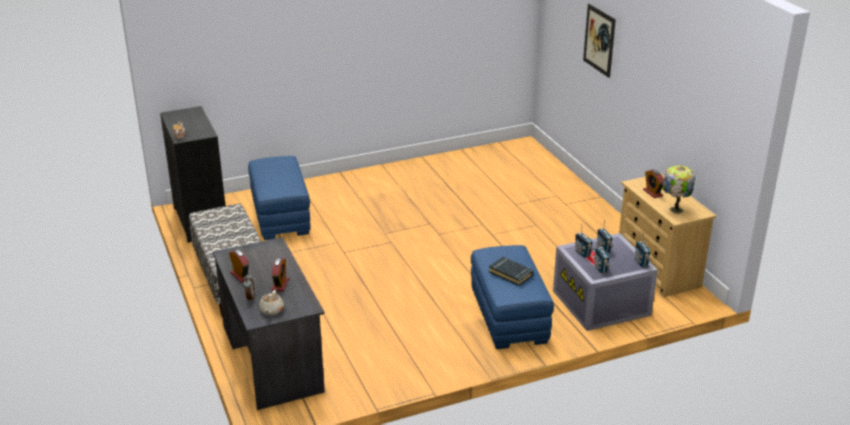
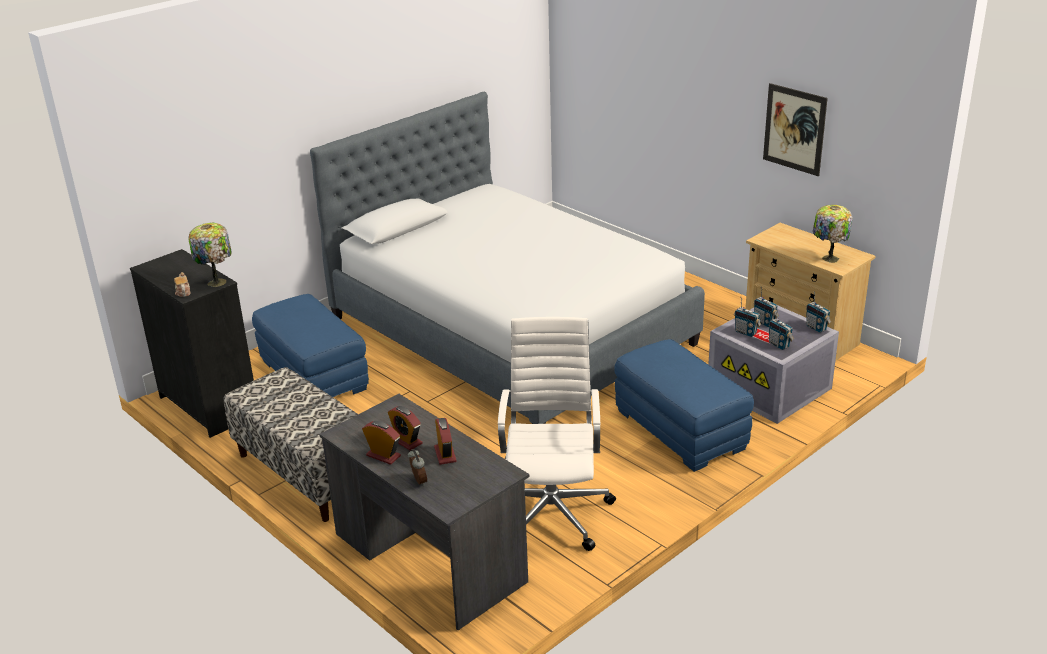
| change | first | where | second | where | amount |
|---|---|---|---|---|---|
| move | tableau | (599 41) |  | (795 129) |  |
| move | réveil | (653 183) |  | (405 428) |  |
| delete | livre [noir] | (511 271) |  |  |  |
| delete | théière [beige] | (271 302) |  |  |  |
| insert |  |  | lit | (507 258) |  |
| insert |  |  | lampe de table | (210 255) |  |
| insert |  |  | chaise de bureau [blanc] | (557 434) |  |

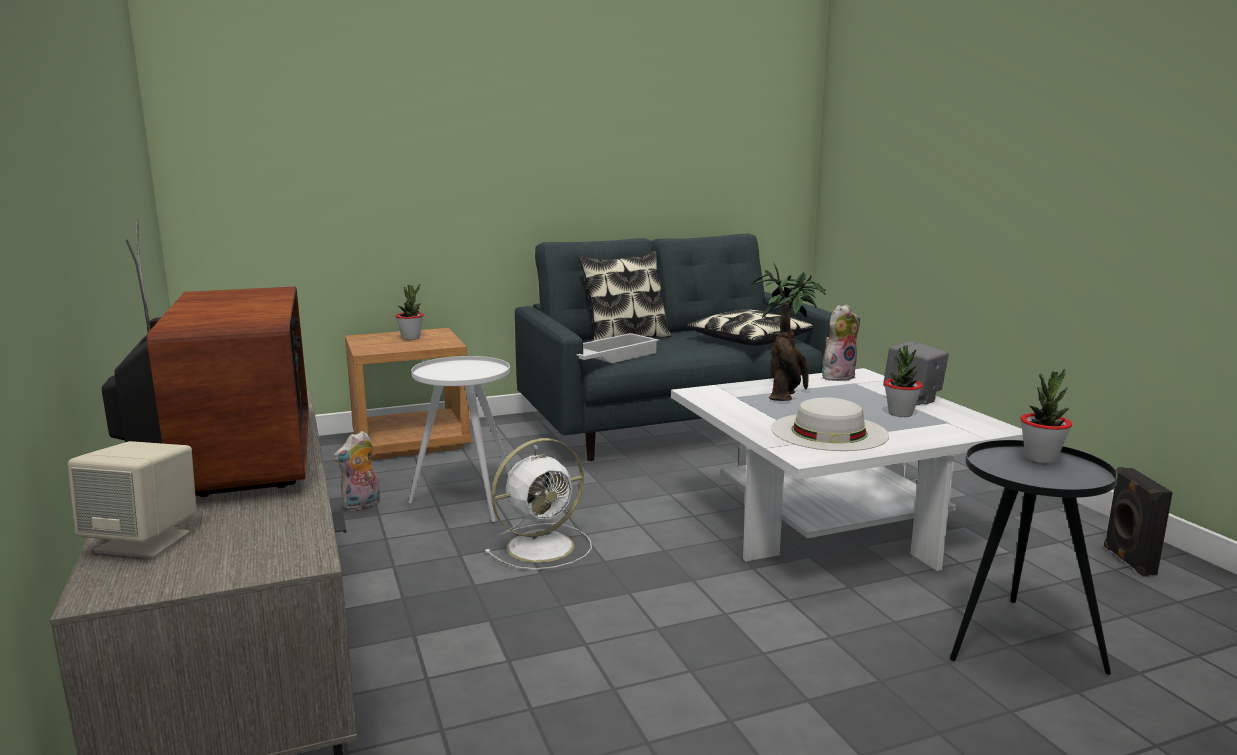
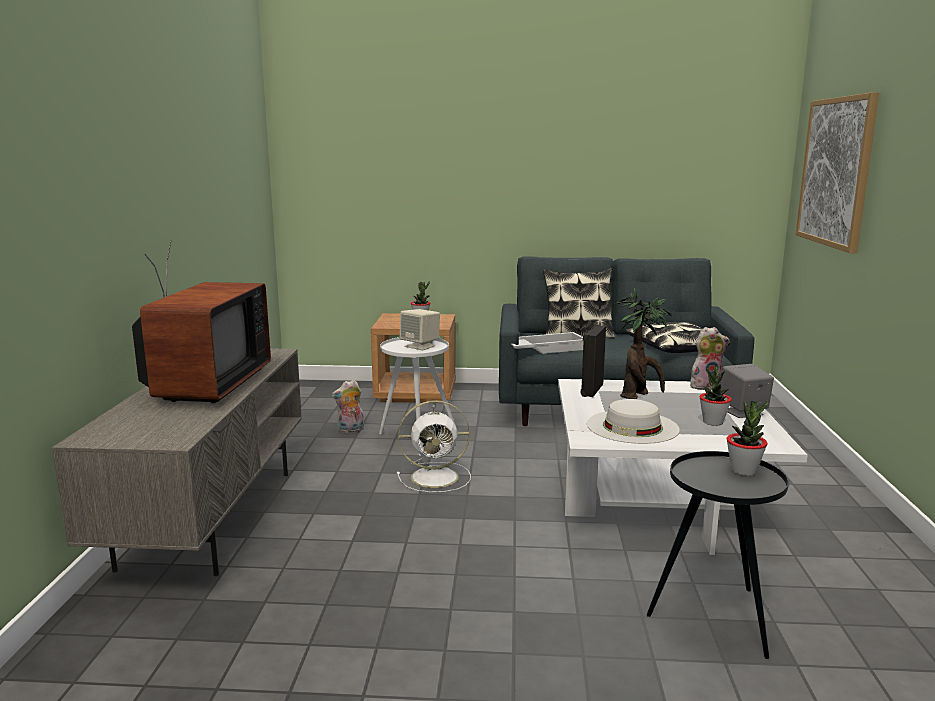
| change | first | where | second | where | amount |
|---|---|---|---|---|---|
| move | enceinte [beige] | (132 499) |  | (420 329) |  |
| move | enceinte [noir] | (1138 522) |  | (593 360) |  |
| insert |  |  | tableau | (837 172) |  |

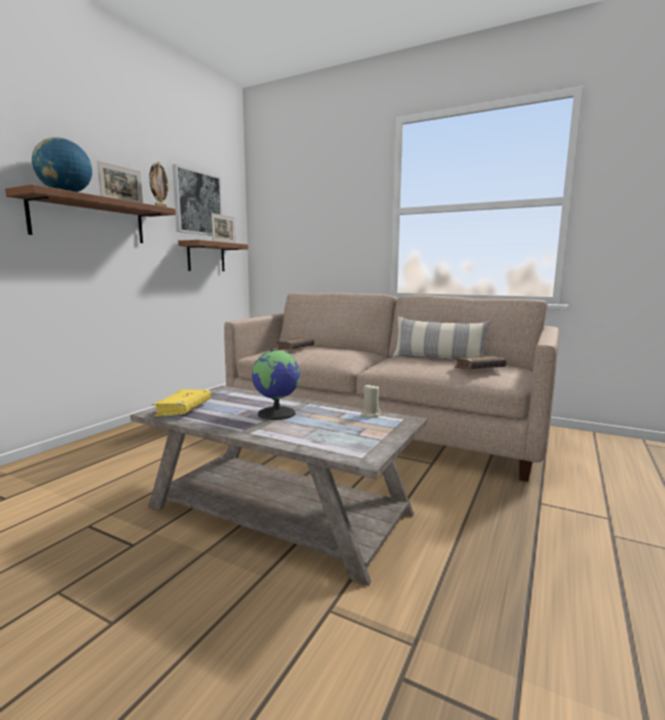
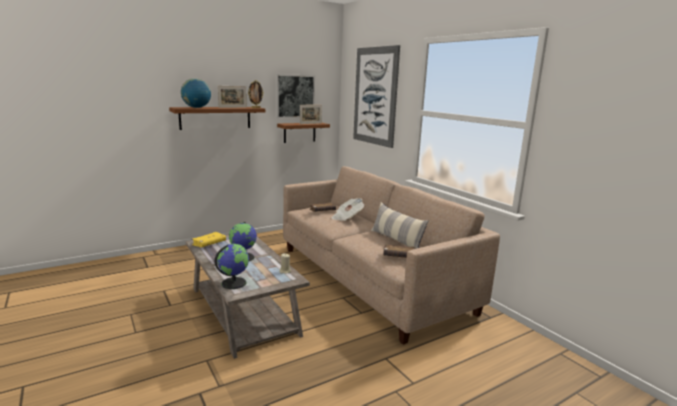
| change | first | where | second | where | amount |
|---|---|---|---|---|---|
| insert |  |  | tableau | (376 96) |  |
| insert |  |  | journal | (347 209) |  |
| insert |  |  | globe | (231 266) |  |

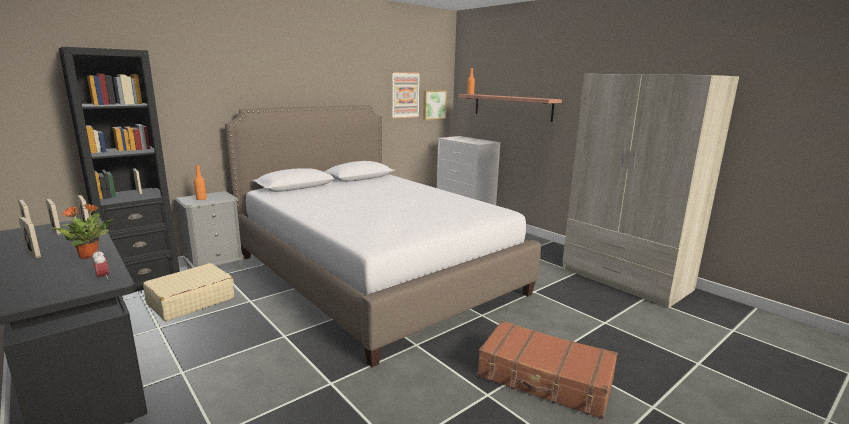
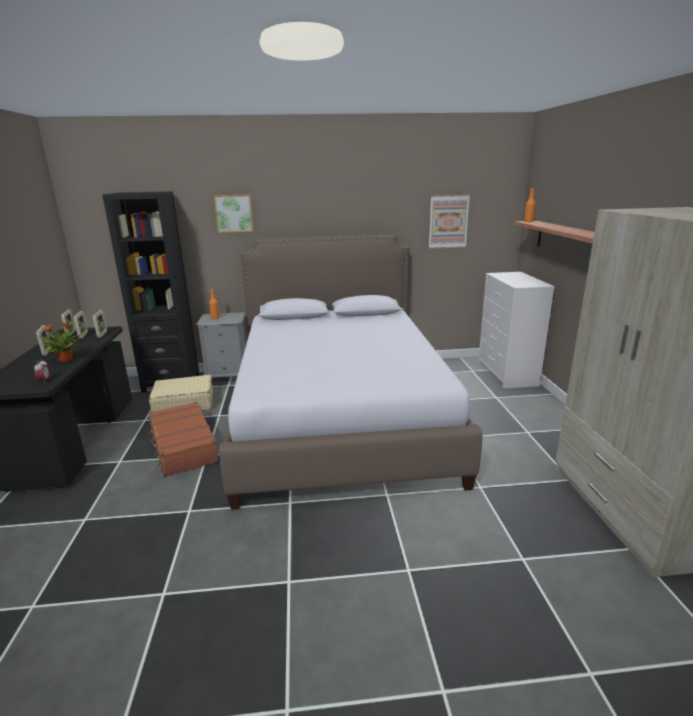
| change | first | where | second | where | amount |
|---|---|---|---|---|---|
| move | tableau | (435 105) |  | (234 213) |  |
| move | valise [marron] | (547 369) |  | (184 439) |  |

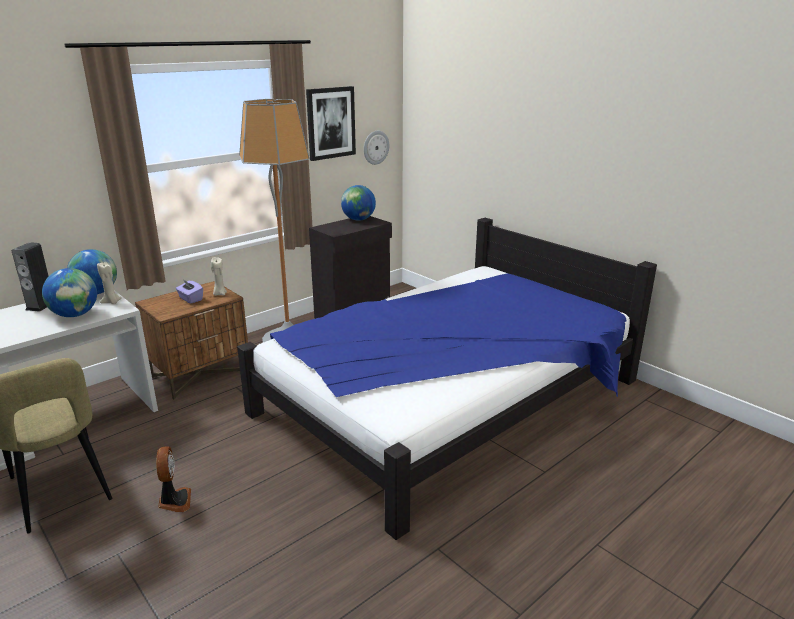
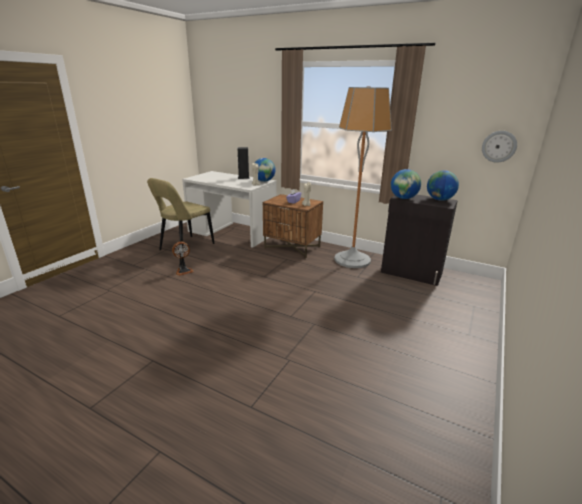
| change | first | where | second | where | amount |
|---|---|---|---|---|---|
| delete | tableau | (331 123) |  |  |  |
| delete | lit | (447 379) |  |  |  |
| move | globe | (69 292) |  | (406 184) |  |

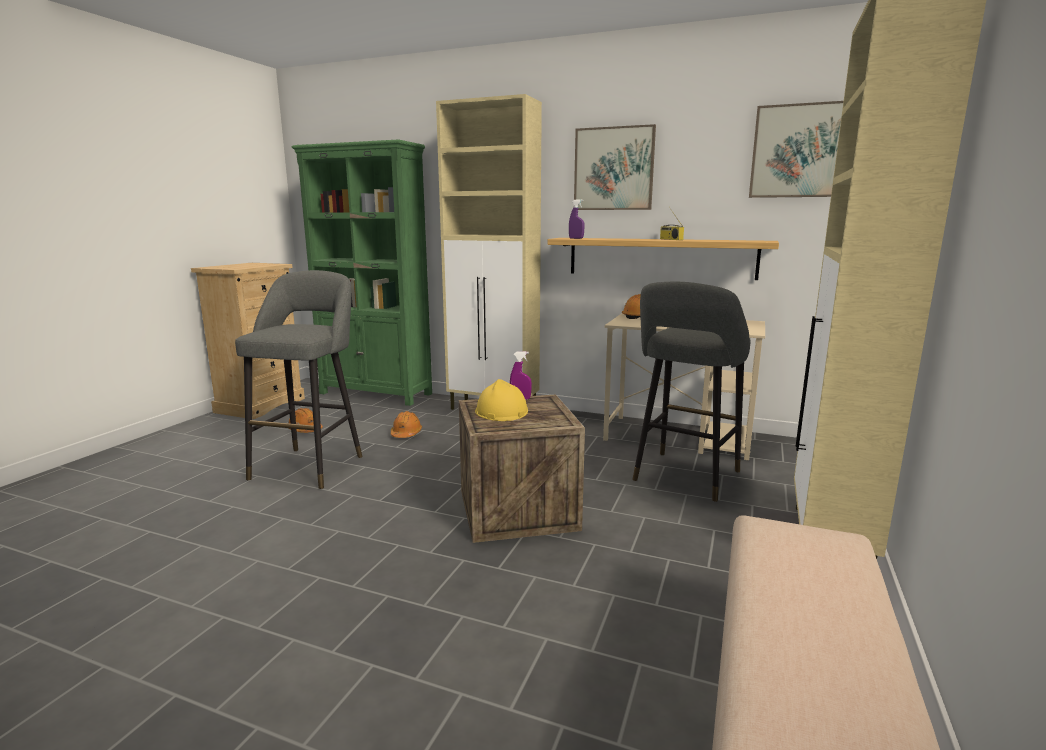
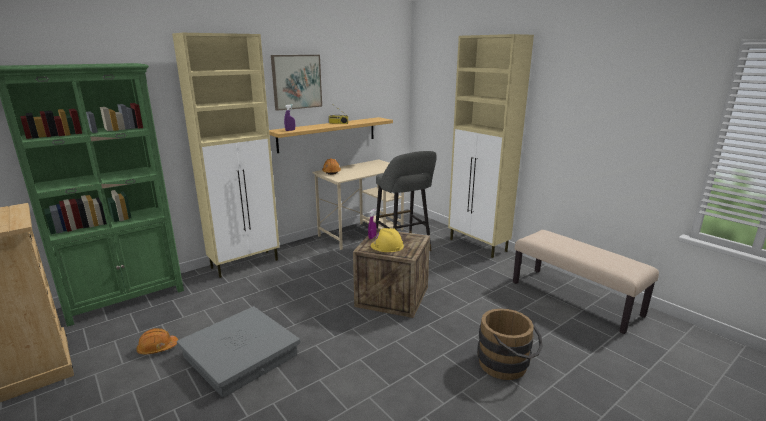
| change | first | where | second | where | amount |
|---|---|---|---|---|---|
| delete | tableau | (796 149) |  |  |  |
| replace | tabouret [gris] | (299 379) | boîte de rangement [gris] | (238 352) |  |
| delete | casque de chantier [orange] | (406 424) |  |  |  |
| insert |  |  | seau [marron] | (510 344) |  |

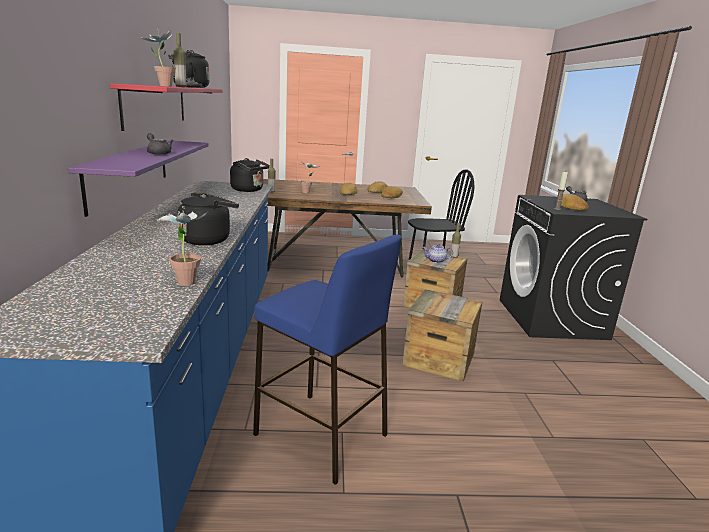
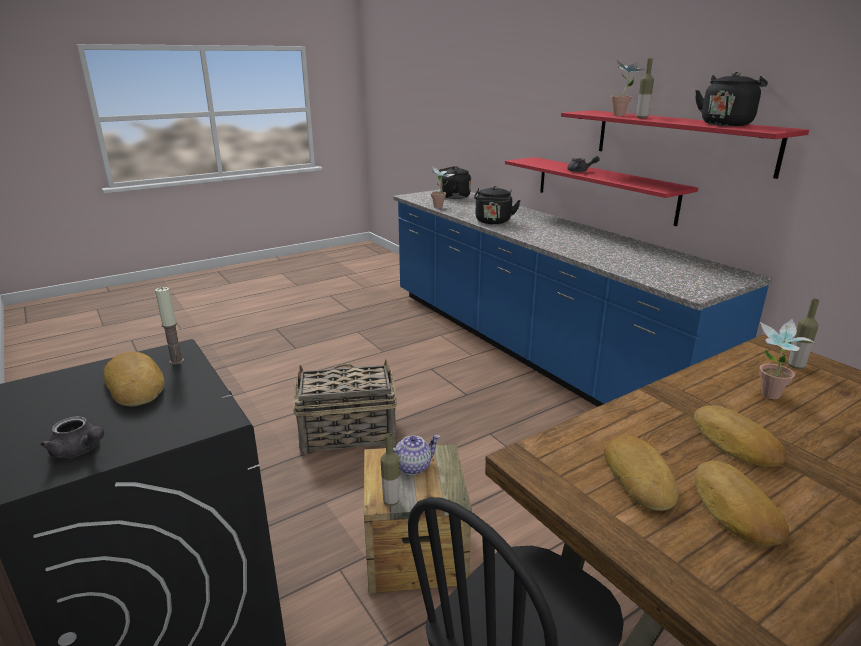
| change | first | where | second | where | amount |
|---|---|---|---|---|---|
| recolor | étagère [violet] | (138 178) | étagère [rouge] | (601 191) |  |
| move | bouilloire [noir] | (250 175) |  | (455 182) |  |
| delete | tabouret [bleu] | (327 360) |  |  |  |
| replace | caisse | (442 335) | panier | (345 407) |  |

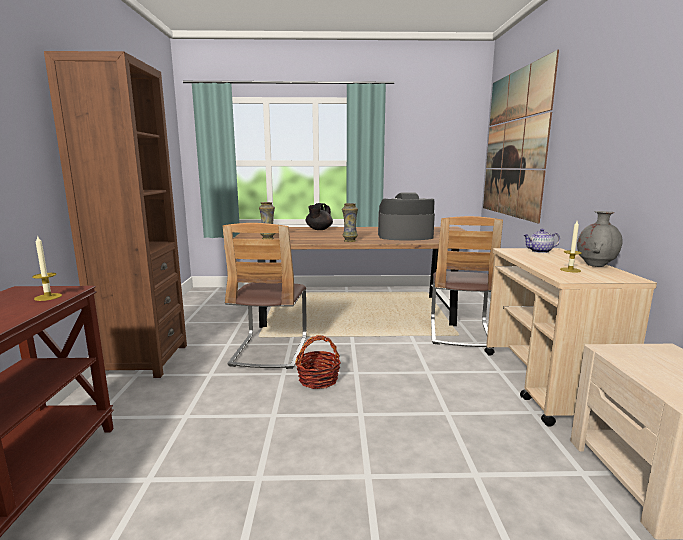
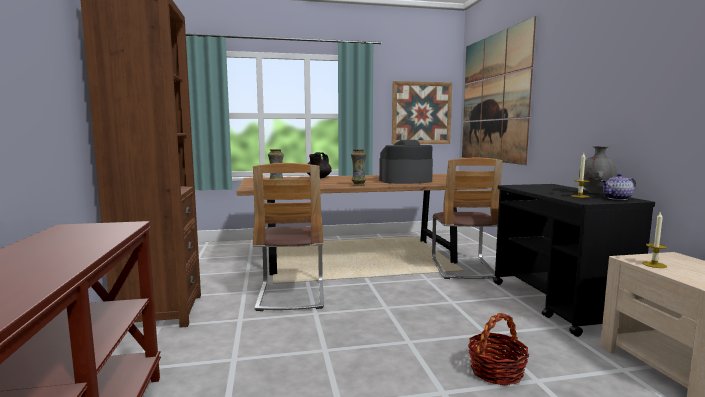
| change | first | where | second | where | amount |
|---|---|---|---|---|---|
| move | théière | (542 241) |  | (618 186) |  |
| move | bougie | (47 268) |  | (654 239) |  |
| recolor | chariot [beige] | (570 337) | chariot [noir] | (574 260) |  |
| move | panier | (318 362) |  | (498 349) |  |
| insert |  |  | tableau | (422 112) |  |

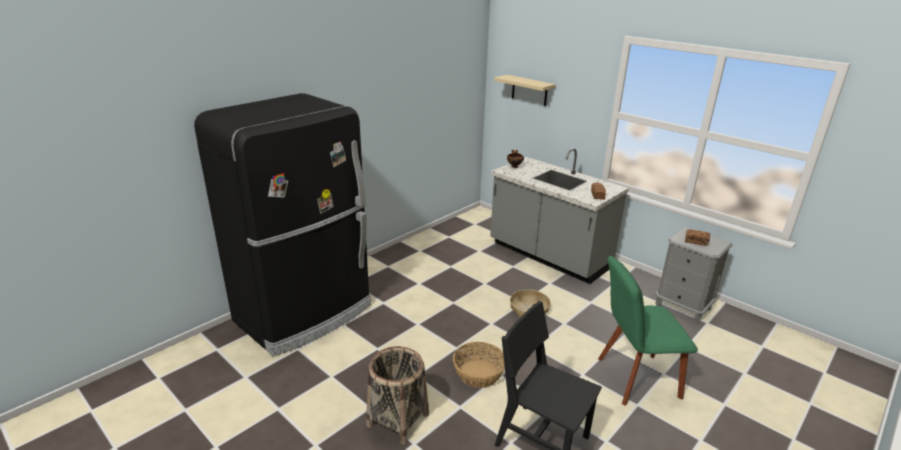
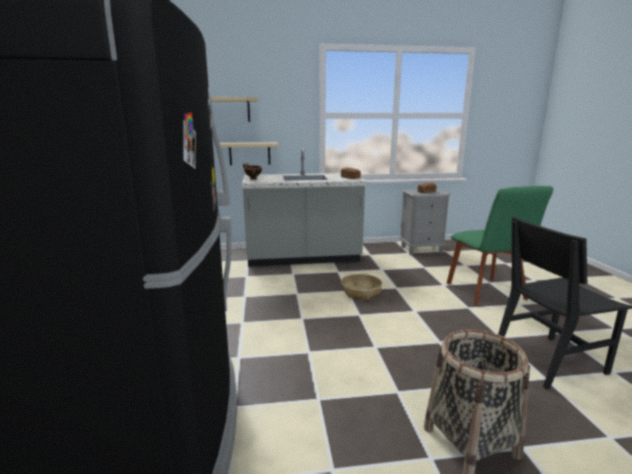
| change | first | where | second | where | amount |
|---|---|---|---|---|---|
| rotate | chaise [vert] | (648 331) |  | (500 246) | 45 degrees counterclockwise |
| delete | panier | (479 365) |  |  |  |
| insert |  |  | étagère [beige] | (249 153) |  |

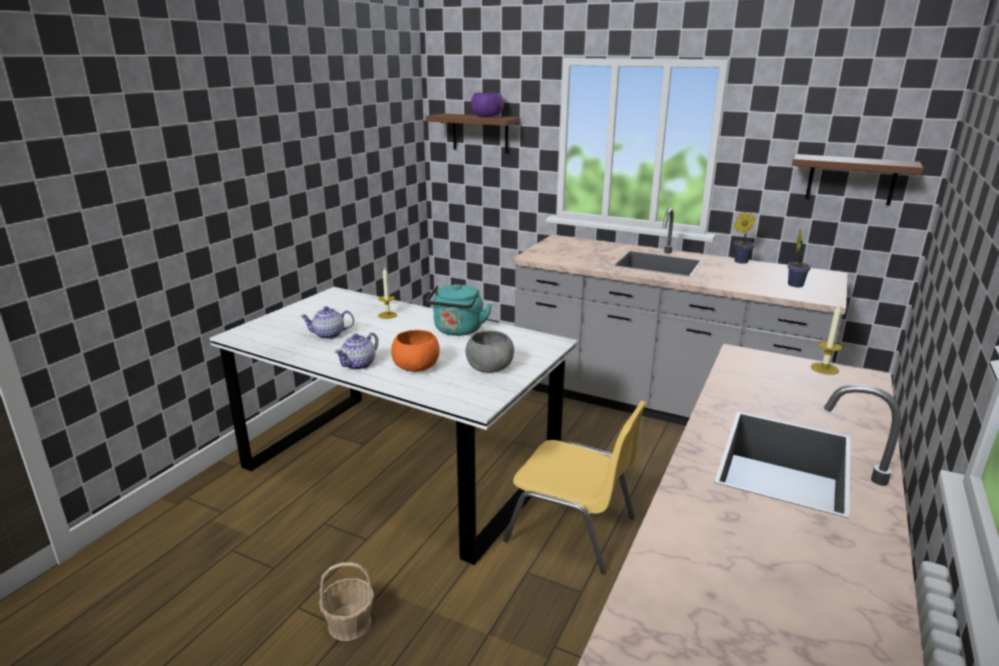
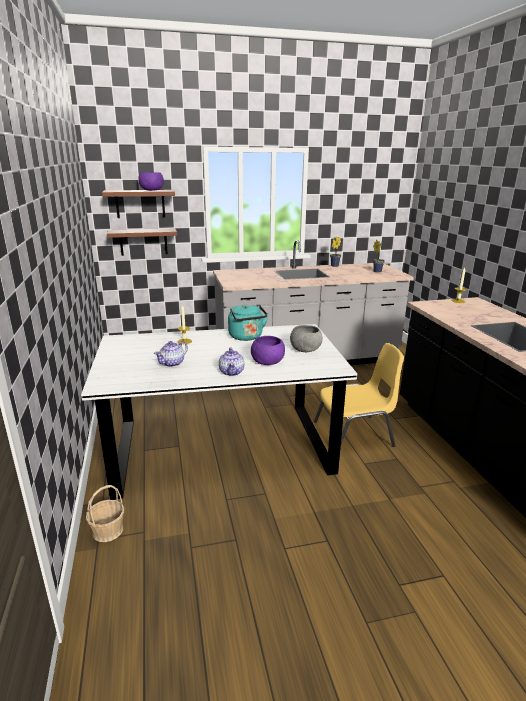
| change | first | where | second | where | amount |
|---|---|---|---|---|---|
| move | étagère [marron] | (858 180) |  | (142 242) |  |
| recolor | bol [orange] | (415 351) | bol [violet] | (268 350) |  |
| move | panier | (346 601) |  | (105 513) |  |

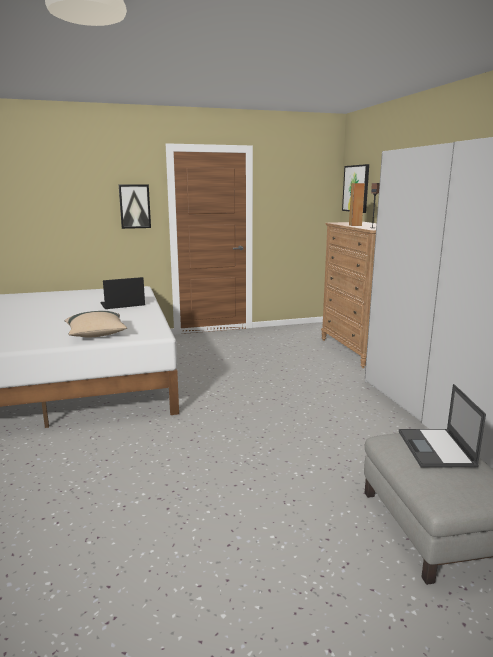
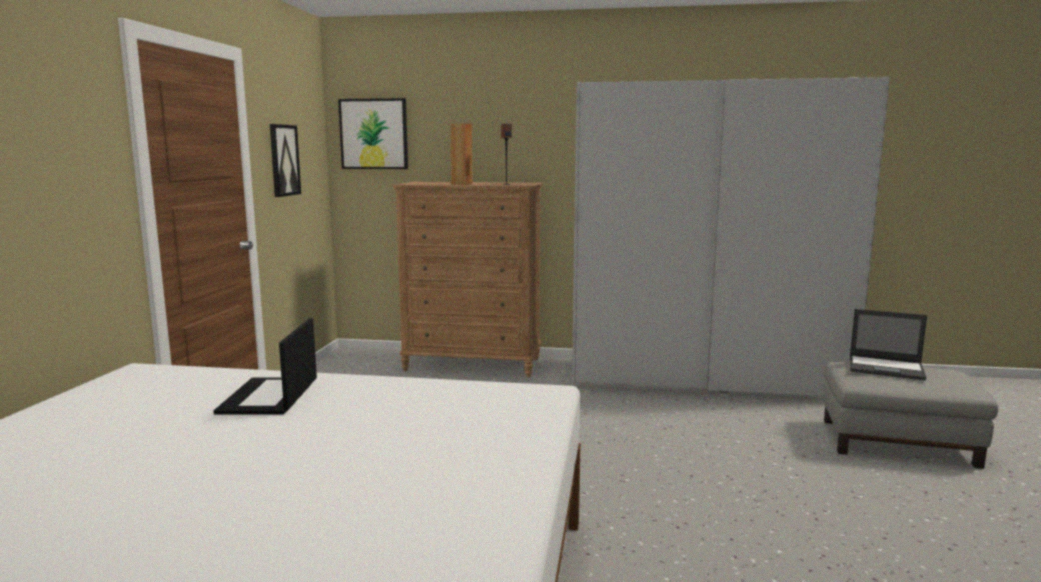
| change | first | where | second | where | amount |
|---|---|---|---|---|---|
| move | tableau | (135 207) |  | (285 160) |  |
| delete | coussin [beige] | (96 324) |  |  |  |

